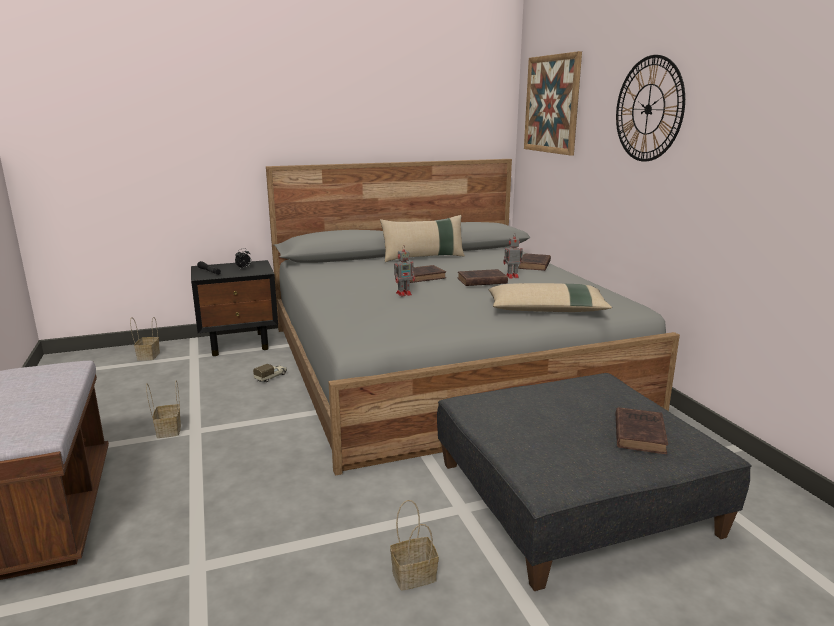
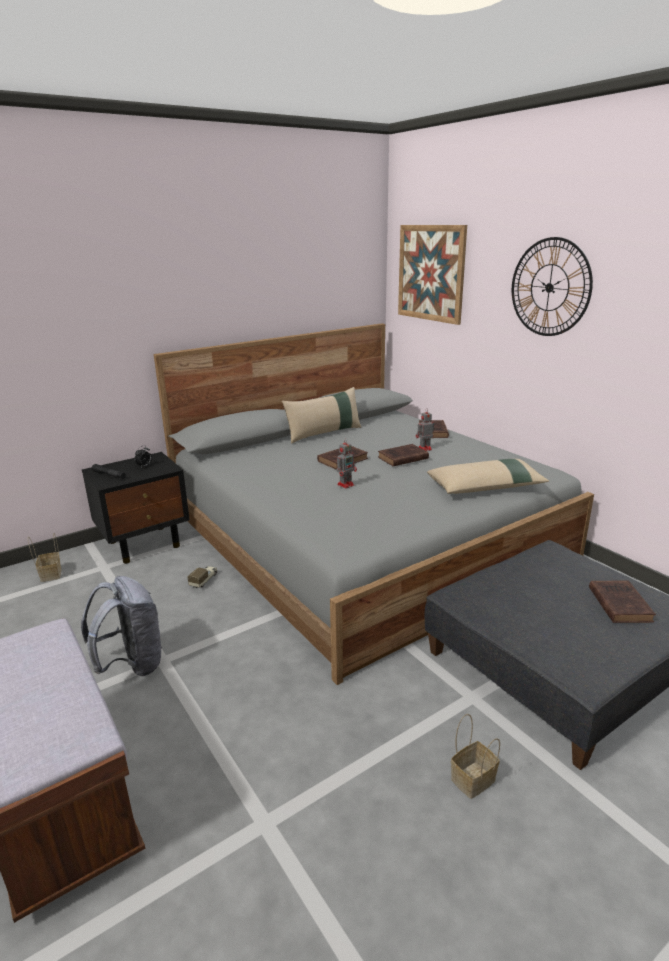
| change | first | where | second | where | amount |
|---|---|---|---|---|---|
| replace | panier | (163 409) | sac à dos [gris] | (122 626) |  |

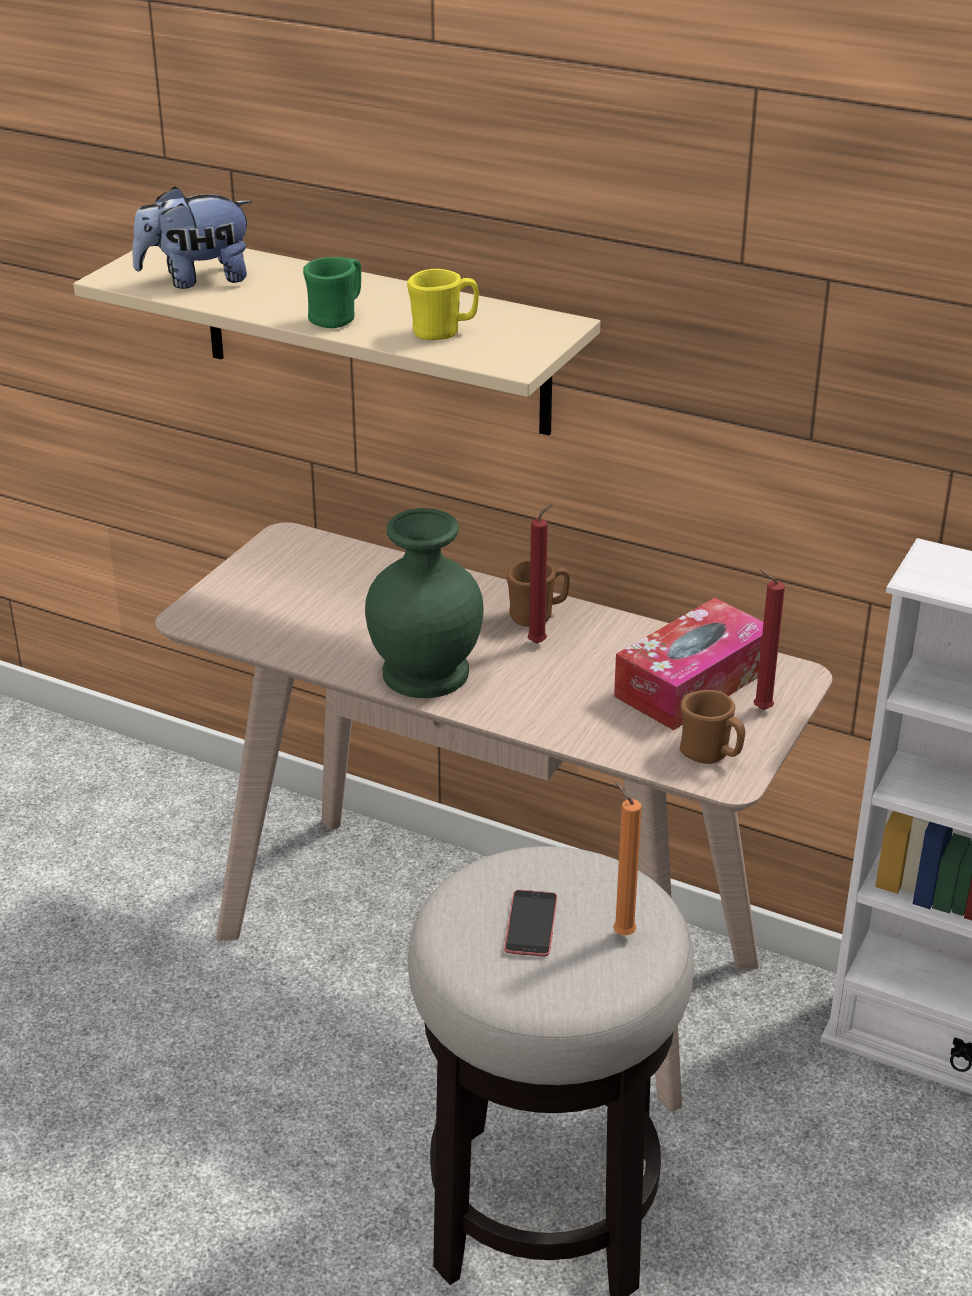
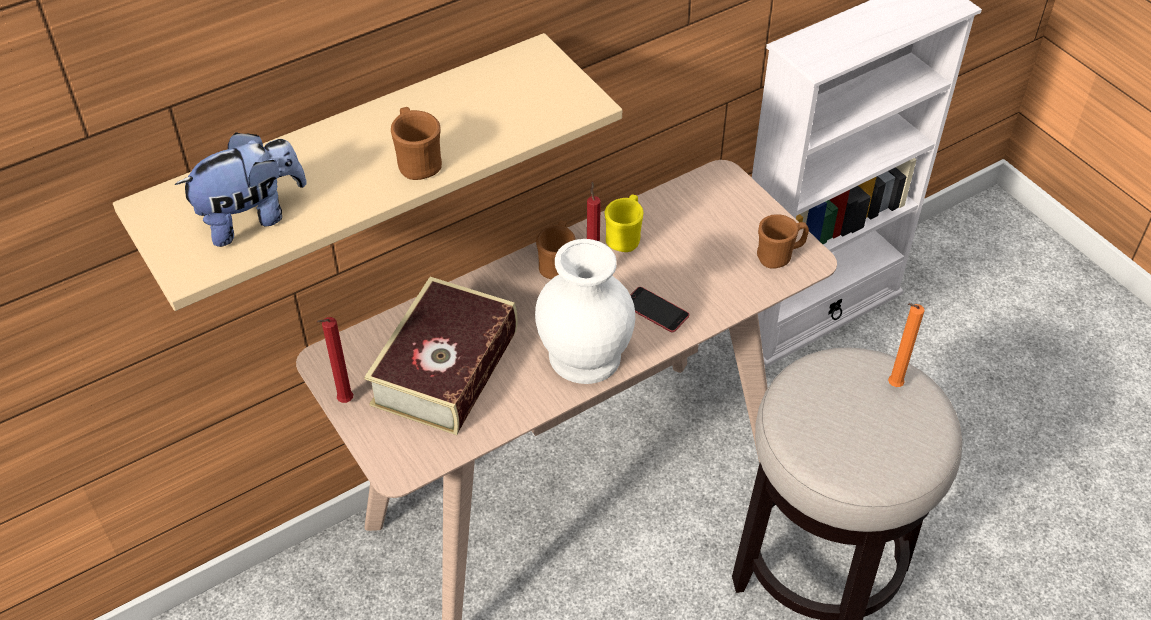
| change | first | where | second | where | amount |
|---|---|---|---|---|---|
| rotate | peluche | (192 237) |  | (240 189) | 135 degrees counterclockwise |
| recolor | mug [vert] | (332 292) | mug [marron] | (416 143) |  |
| move | mug [jaune] | (443 304) |  | (623 223) |  |
| recolor | vase [vert] | (424 603) | vase [blanc] | (585 311) |  |
| move | bougie [rouge] | (769 639) |  | (335 360) |  |
| delete | boîte à mouchoirs | (689 664) |  |  |  |
| move | téléphone | (530 923) |  | (659 309) |  |
| insert |  |  | livre | (441 356) |  |

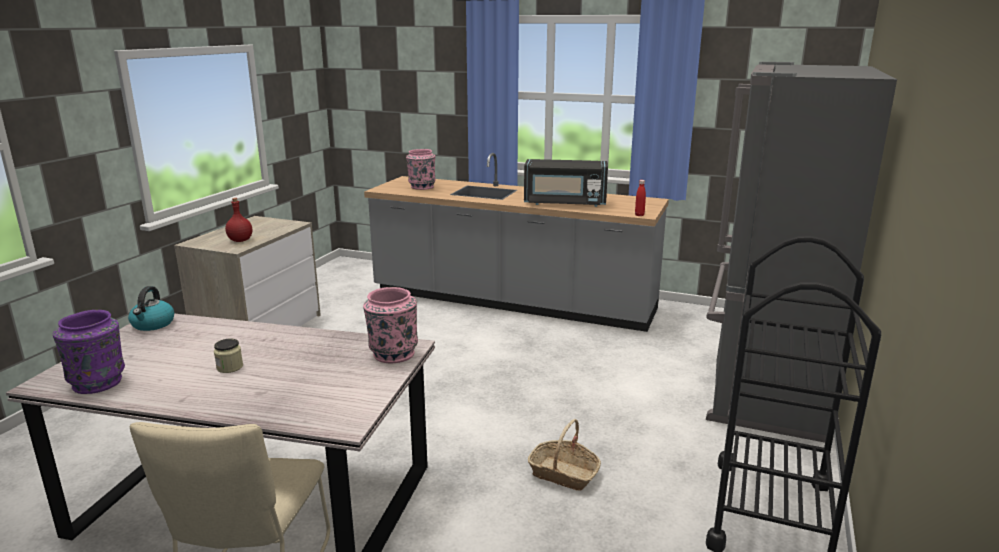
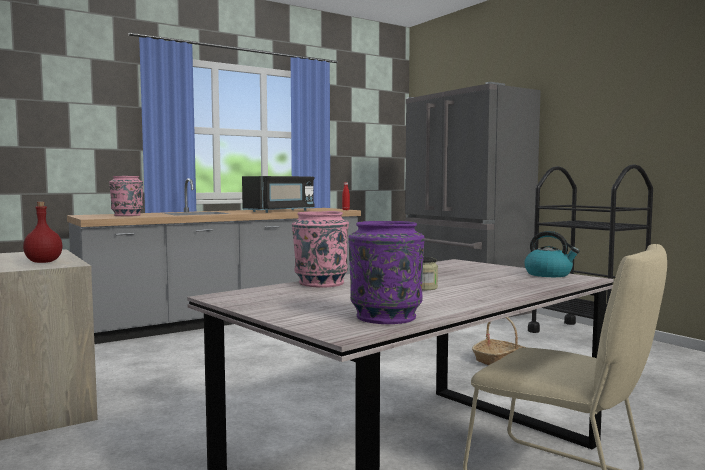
| change | first | where | second | where | amount |
|---|---|---|---|---|---|
| move | bouilloire | (151 308) |  | (552 254) |  |
| move | vase [rose] | (390 325) |  | (320 249) |  |

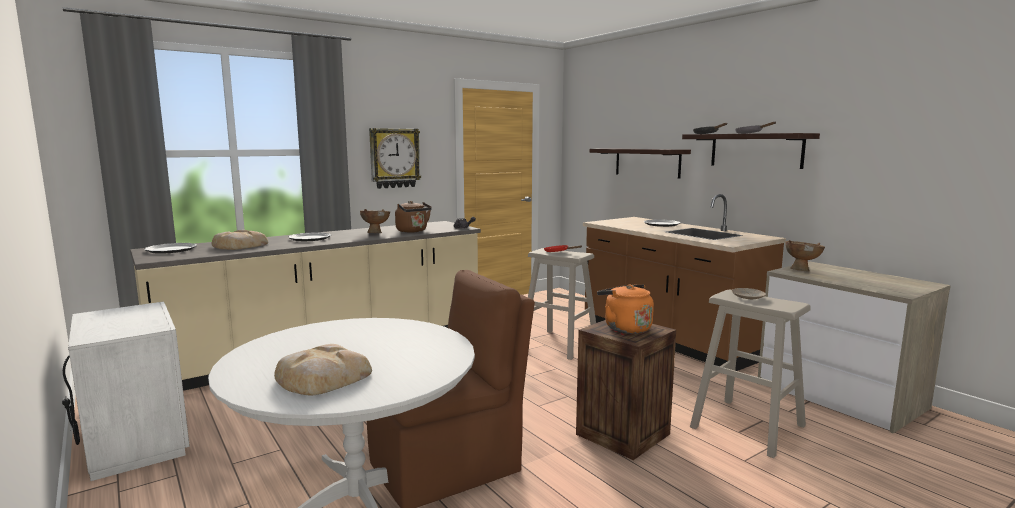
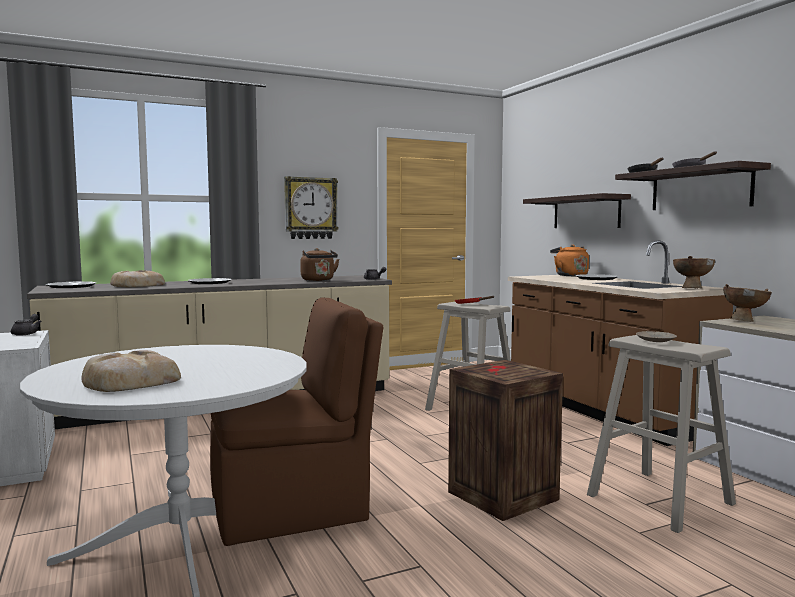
| change | first | where | second | where | amount |
|---|---|---|---|---|---|
| move | bol [marron] | (375 221) |  | (694 272) |  |
| move | bouilloire [orange] | (625 309) |  | (569 260) |  |
| insert |  |  | théière [gris] | (26 325) |  |

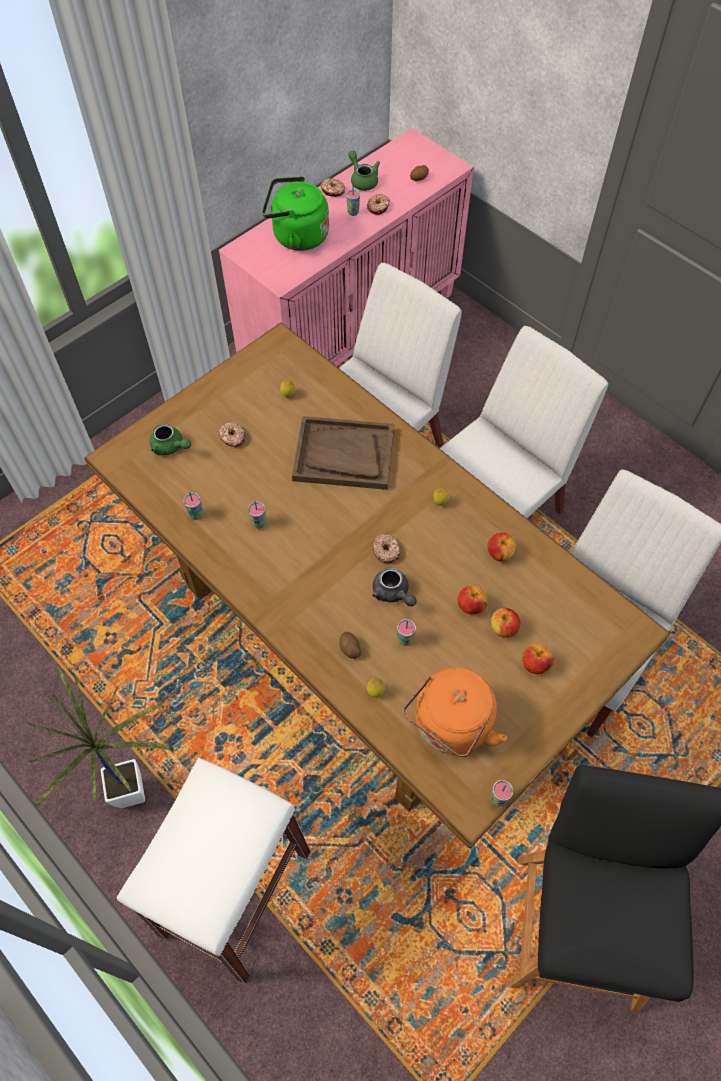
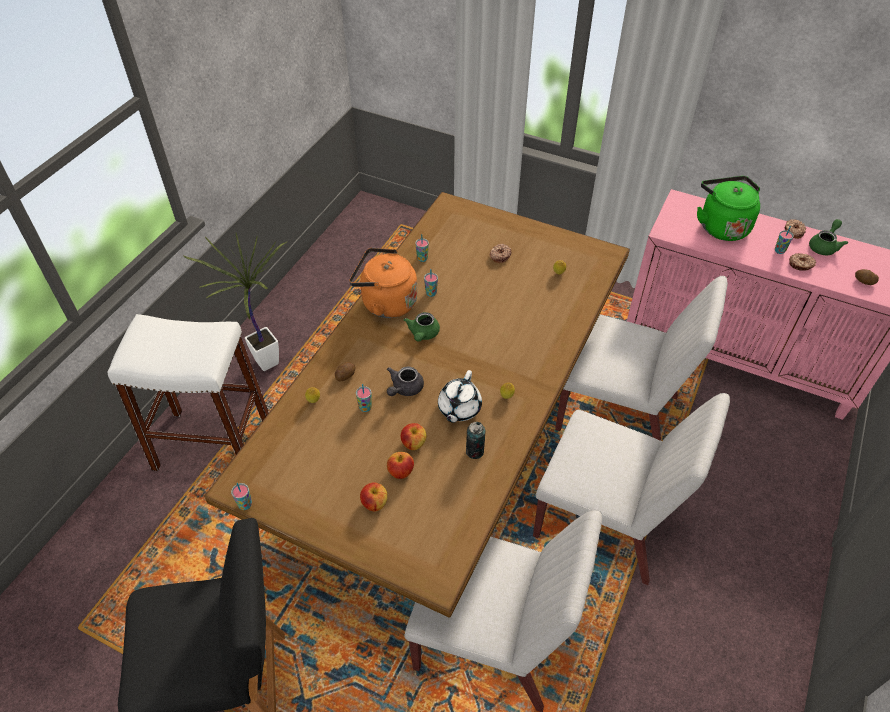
| change | first | where | second | where | amount |
|---|---|---|---|---|---|
| delete | plateau [marron] | (343 453) |  |  |  |
| move | théière [vert] | (170 439) |  | (421 327) |  |
| replace | pomme | (501 547) | boîte métallique | (475 440) |  |
| delete | beignet | (386 548) |  |  |  |
| move | bouilloire [orange] | (455 712) |  | (383 283) |  |
| insert |  |  | théière [blanc] | (460 396) |  |

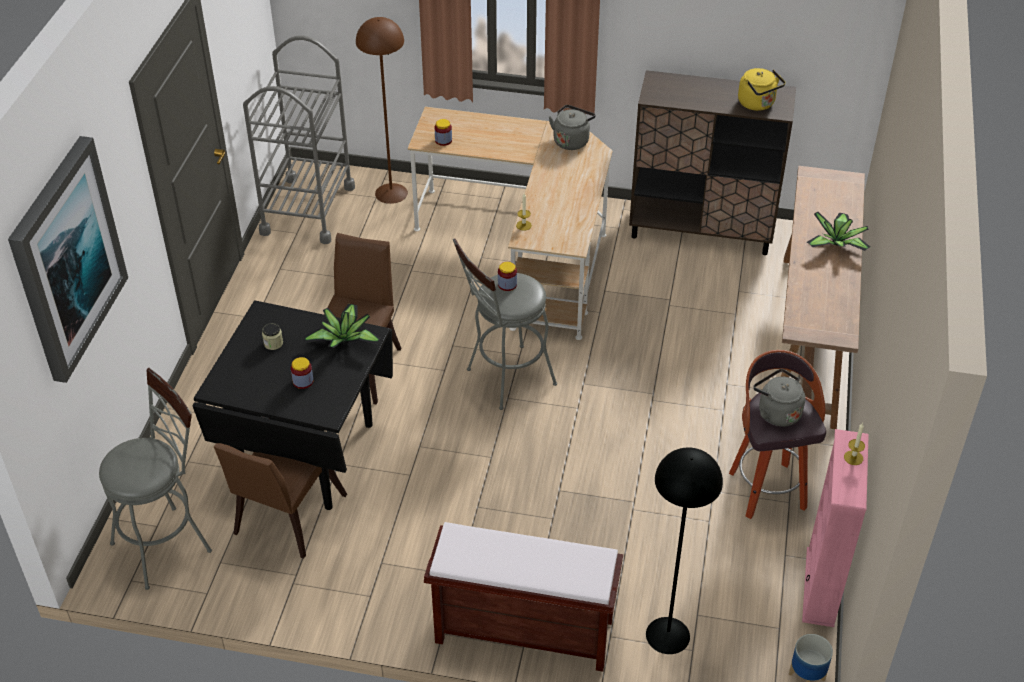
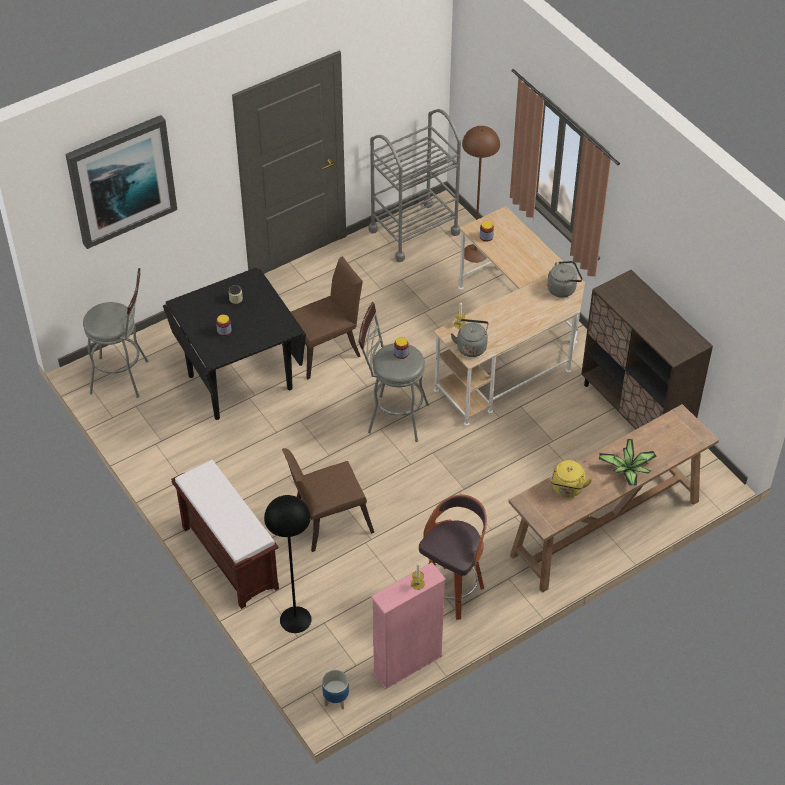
| change | first | where | second | where | amount |
|---|---|---|---|---|---|
| move | bouilloire [jaune] | (762 89) |  | (572 478) |  |
| delete | plante en pot | (342 326) |  |  |  |
| move | bouilloire [gris] | (779 398) |  | (470 338) |  |
| move | chaise [marron] | (280 501) |  | (328 500) |  |

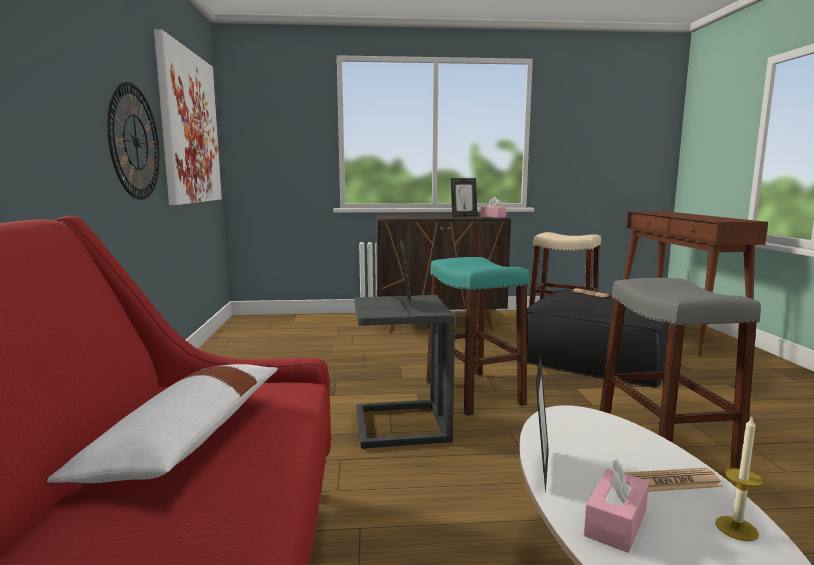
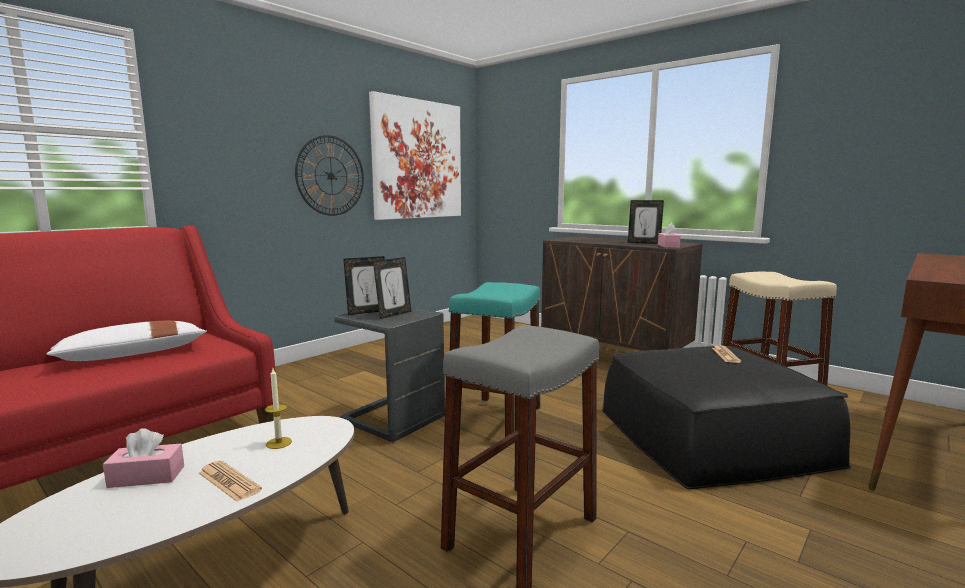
| change | first | where | second | where | amount |
|---|---|---|---|---|---|
| move | cadre photo | (542 423) |  | (364 285) |  |
| move | bougie | (739 479) |  | (278 408) |  |

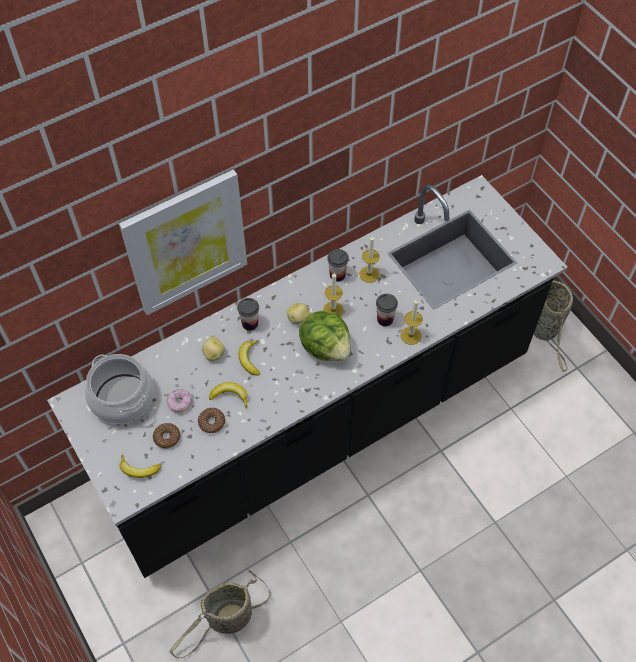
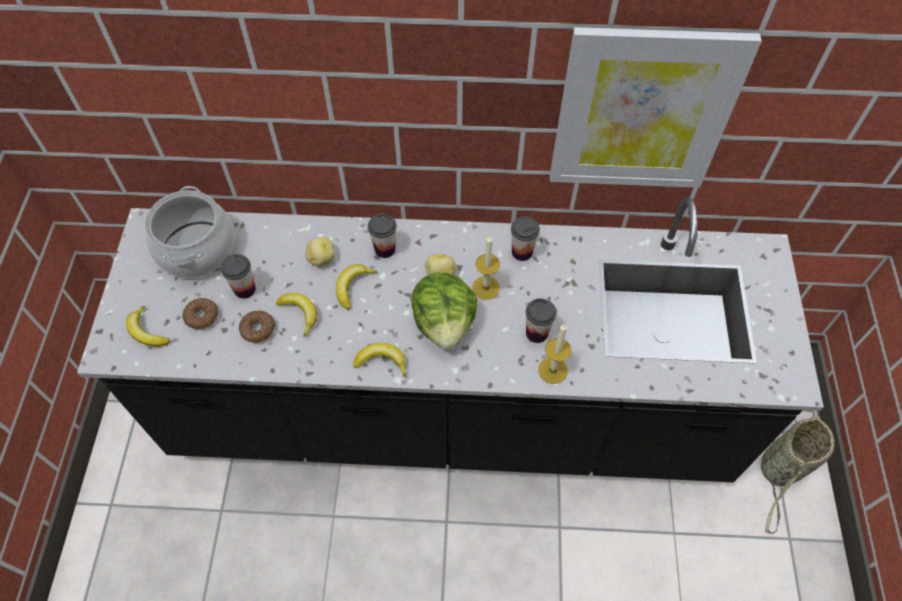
| change | first | where | second | where | amount |
|---|---|---|---|---|---|
| move | tableau | (183 242) |  | (656 107) |  |
| delete | bougie | (369 259) |  |  |  |
| replace | beignet | (179 401) | tasse | (238 276) |  |
| delete | panier | (220 613) |  |  |  |
| insert |  |  | banane | (379 360) |  |

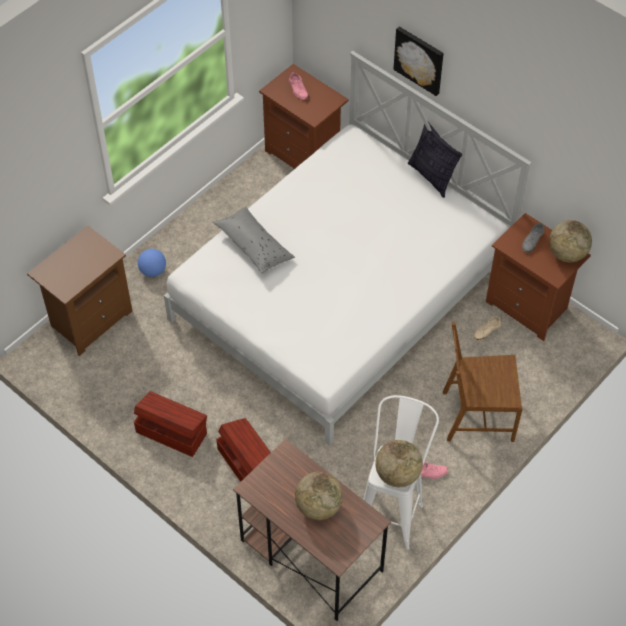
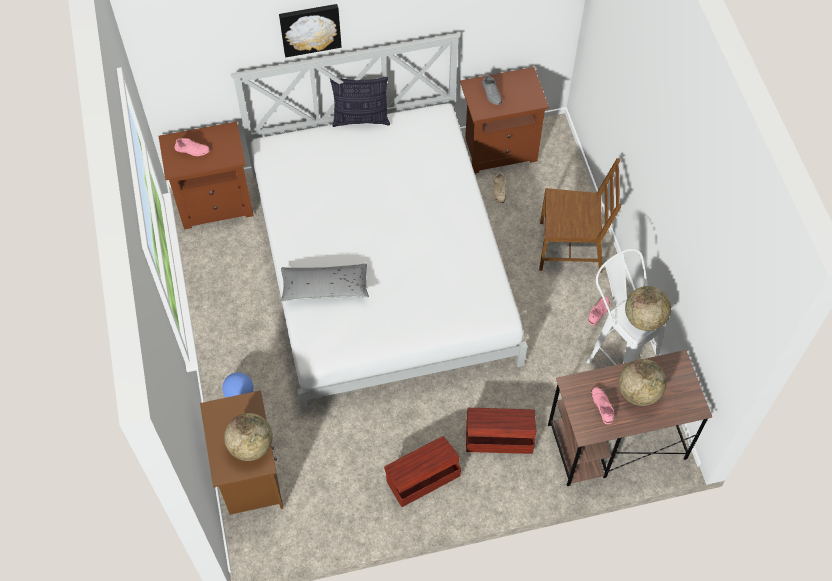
| change | first | where | second | where | amount |
|---|---|---|---|---|---|
| move | globe | (570 241) |  | (248 437) |  |
| rotate | chaise [marron] | (482 382) |  | (580 215) | 120 degrees counterclockwise |
| insert |  |  | chaussure [rose] | (602 405) |  |

